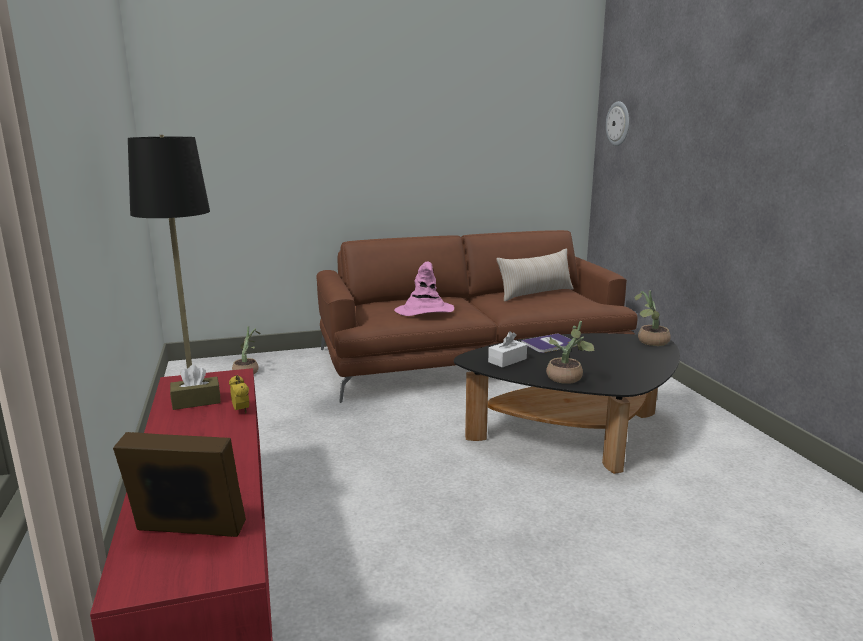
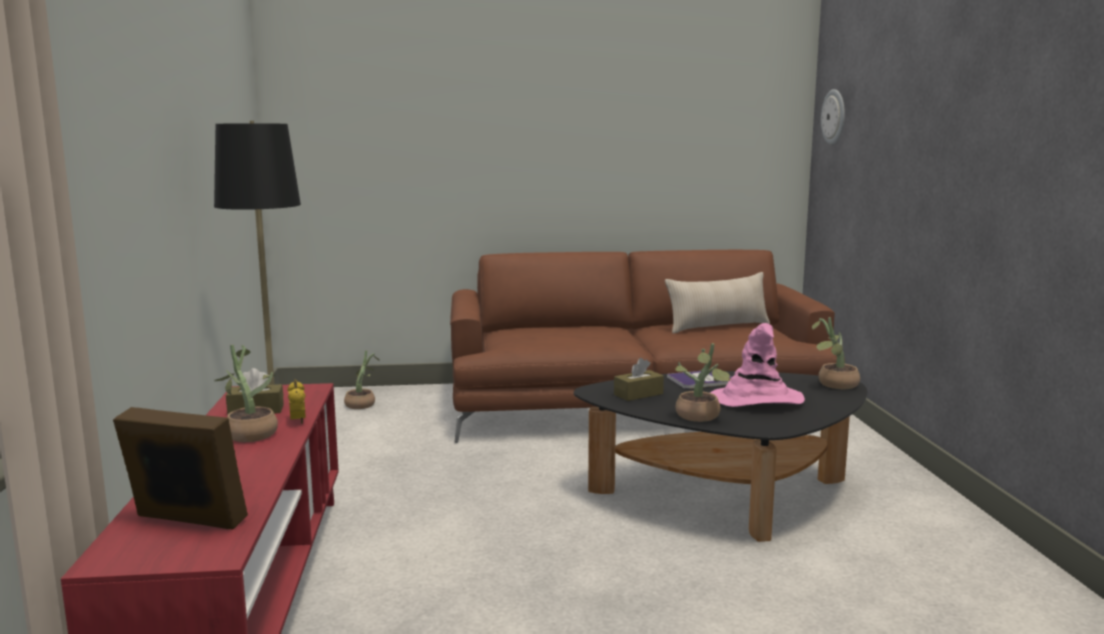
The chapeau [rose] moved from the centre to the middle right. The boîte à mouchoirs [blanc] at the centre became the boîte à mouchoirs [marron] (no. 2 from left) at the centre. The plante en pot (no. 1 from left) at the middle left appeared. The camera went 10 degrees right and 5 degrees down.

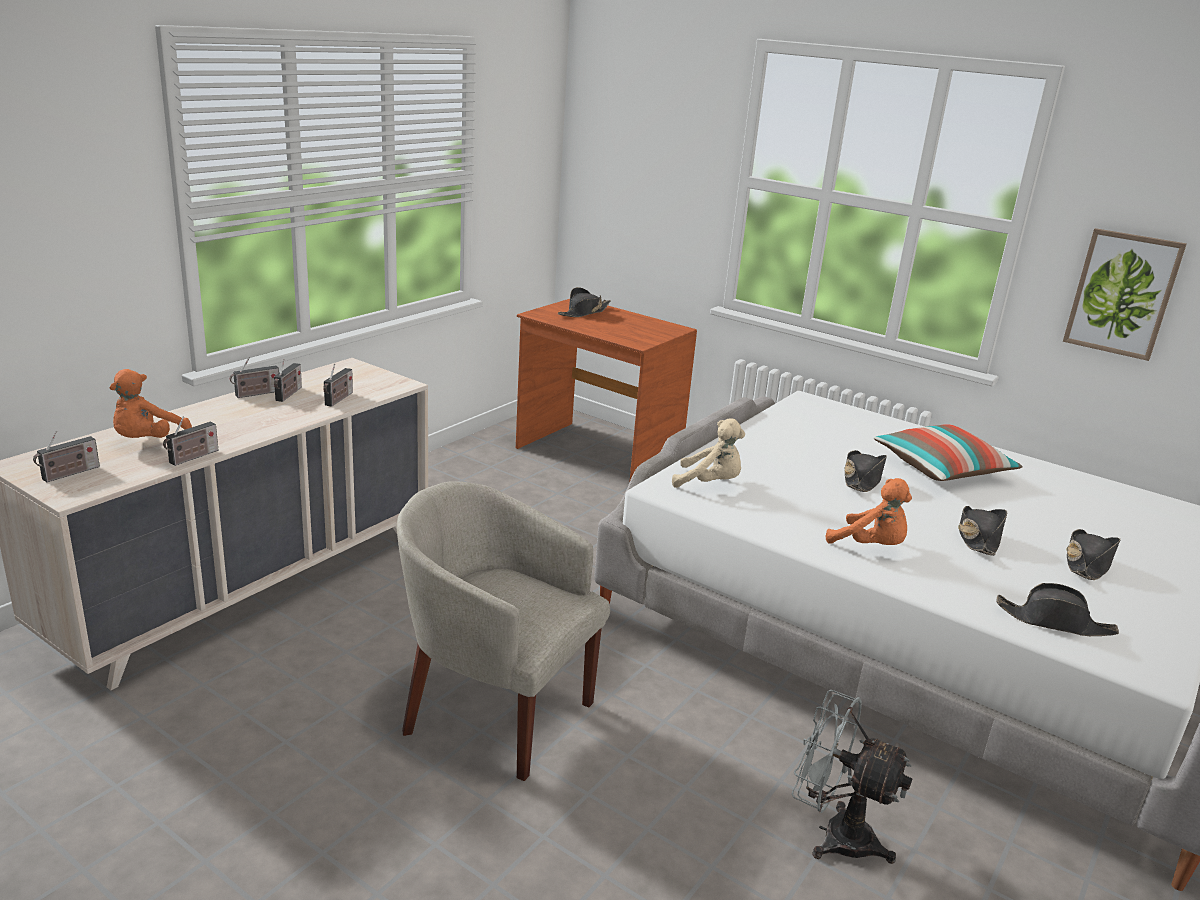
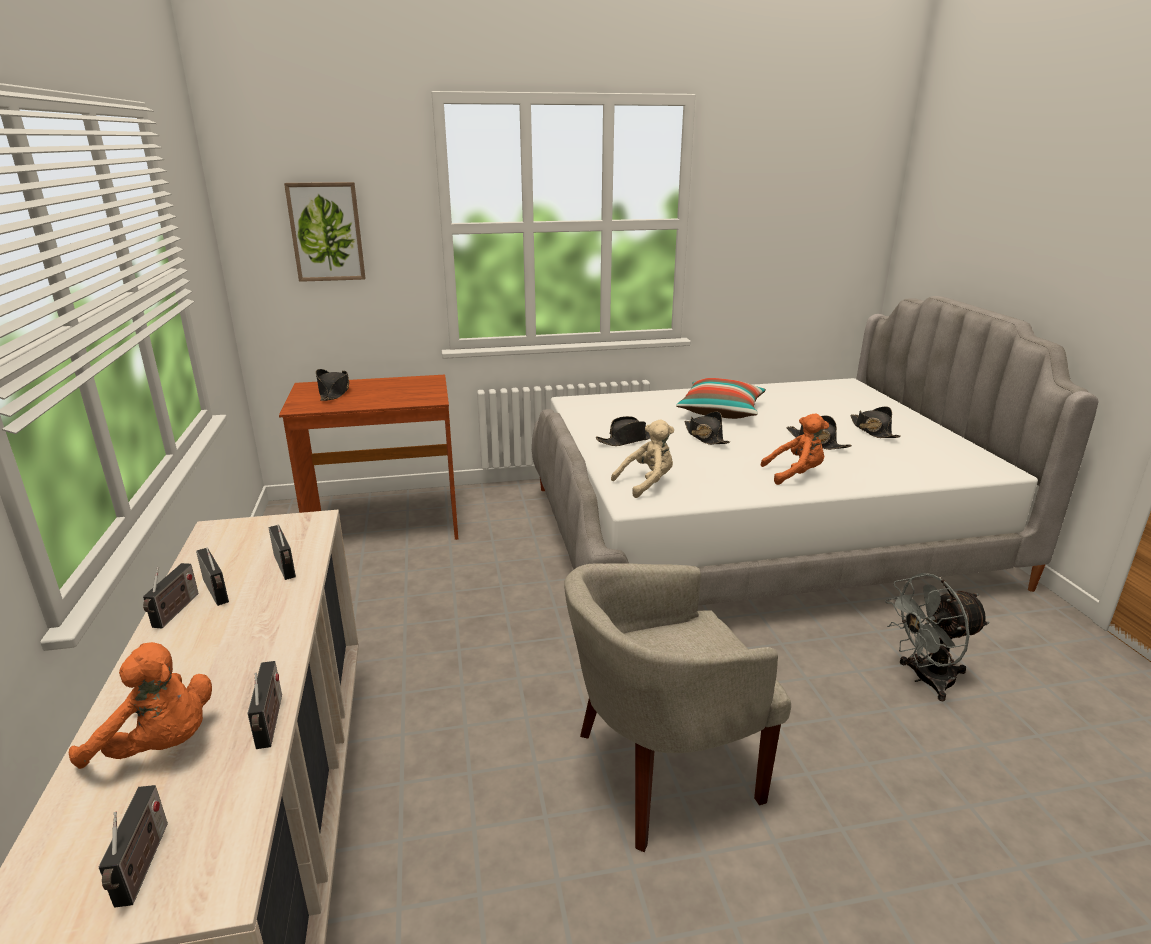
The tableau moved from the top right to the top left. The peluche [orange] (no. 1 from left) at the middle left turned 45 degrees counterclockwise. The chapeau [noir] (no. 4 from left in the first image) moved from the bottom right to the centre. The camera went 45 degrees left and 0 degrees up.

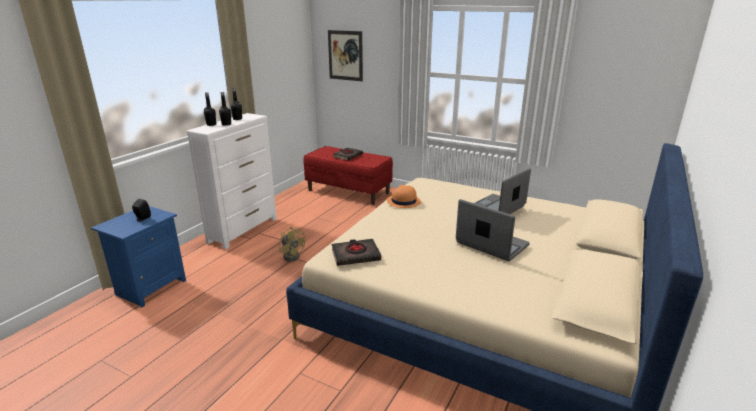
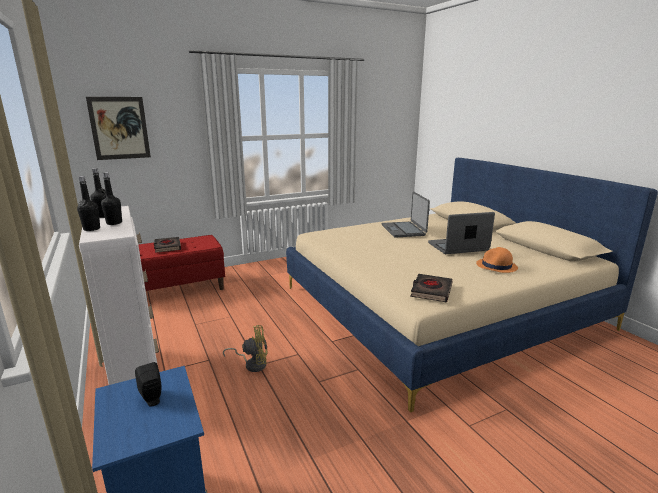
The chapeau [orange] moved from the centre to the middle right. The camera went 55 degrees left and 5 degrees down.

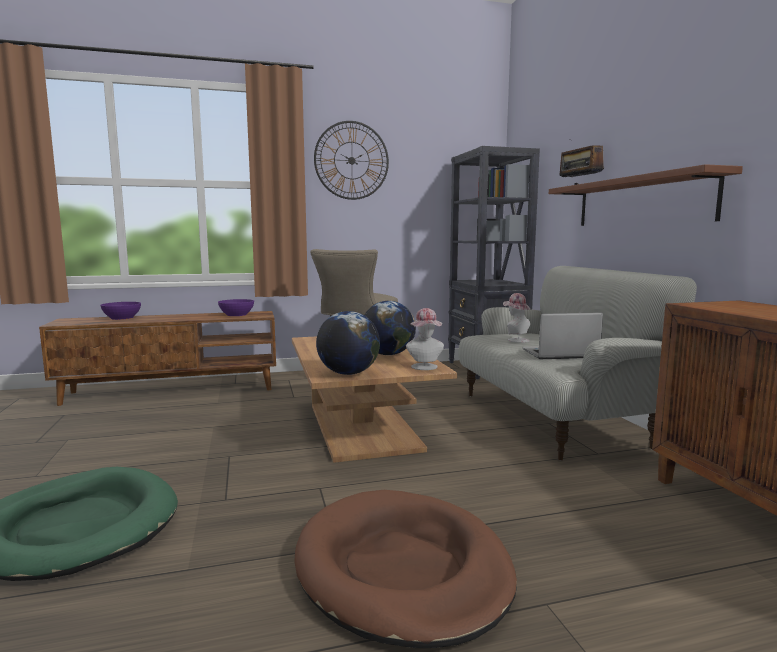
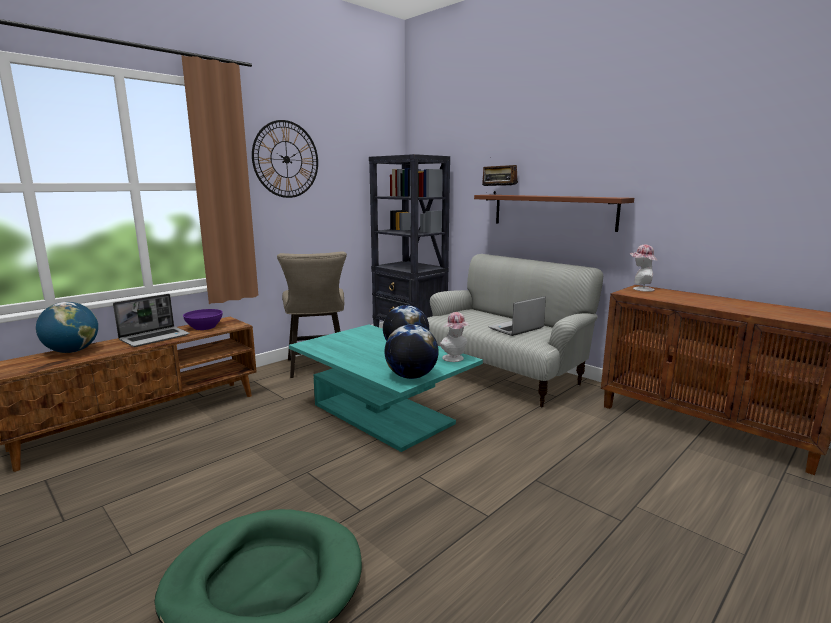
The chapeau (no. 2 from left) moved from the centre to the middle right. The bol [violet] (no. 1 from left) at the middle left was replaced by the globe (no. 1 from left) at the middle left. The table basse [marron] at the centre became the table basse [turquoise] at the centre. The panier pour chien [marron] at the bottom centre disappeared. The ordinateur portable (no. 1 from left) at the middle left appeared. The camera went 30 degrees left and 5 degrees up.

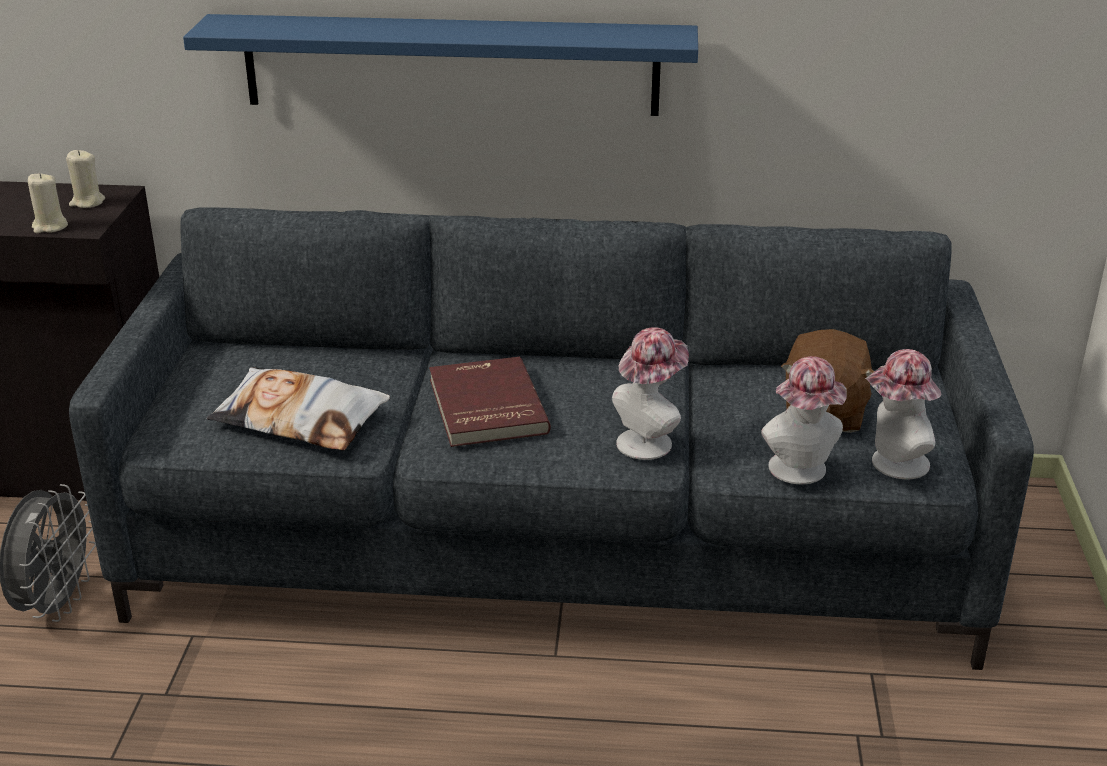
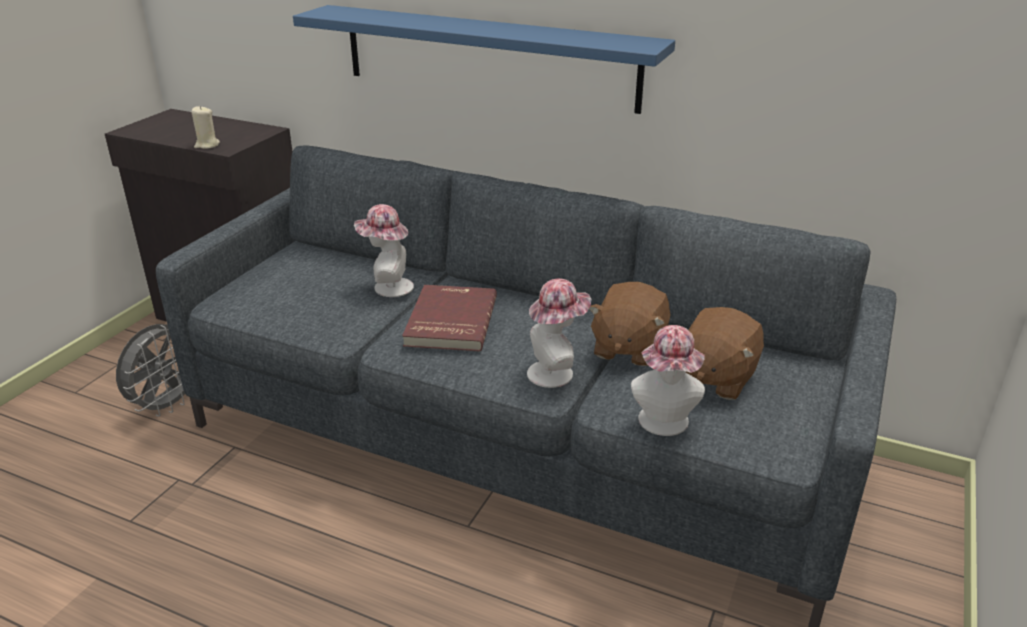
The bougie [beige] (no. 2 from left) at the top left disappeared. The chapeau (no. 3 from left in the first image) moved from the middle right to the centre. The coussin at the middle left disappeared. The peluche [marron] (no. 1 from left) at the centre appeared. The camera went 20 degrees right and 0 degrees up.

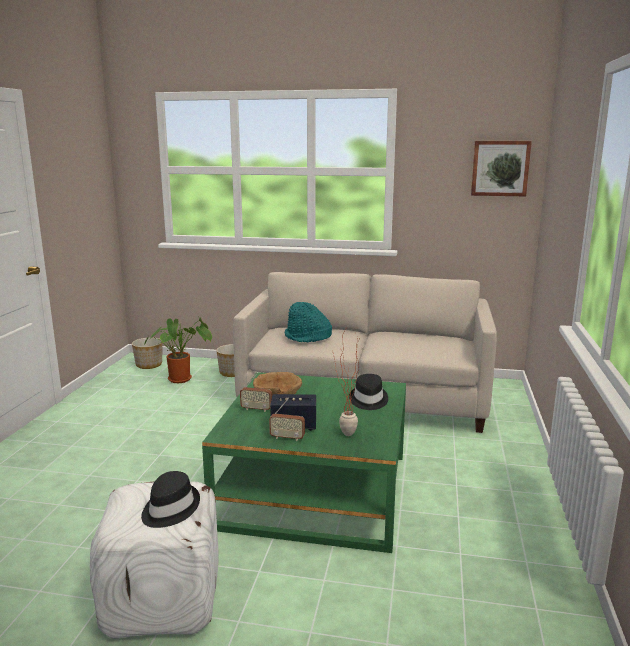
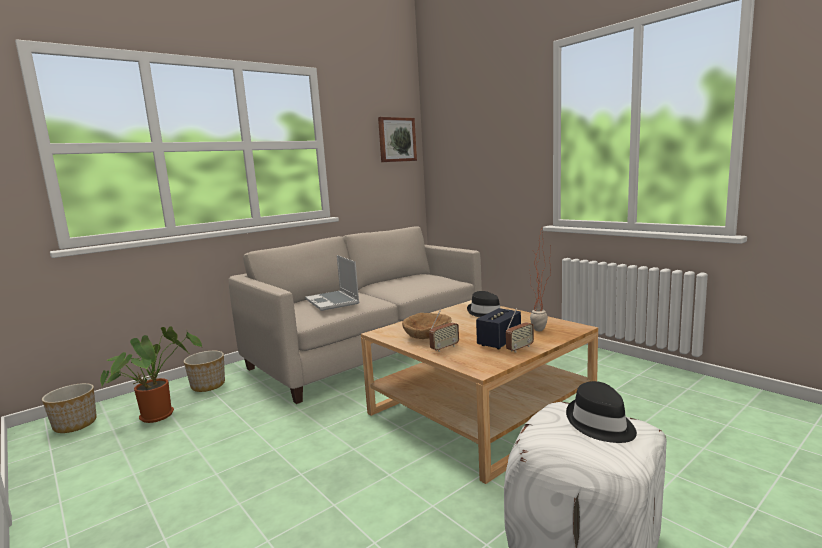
The chapeau [turquoise] at the centre was replaced by the ordinateur portable at the centre. The table basse [vert] at the bottom centre became the table basse [beige] at the bottom centre. The camera went 50 degrees left and 5 degrees down.

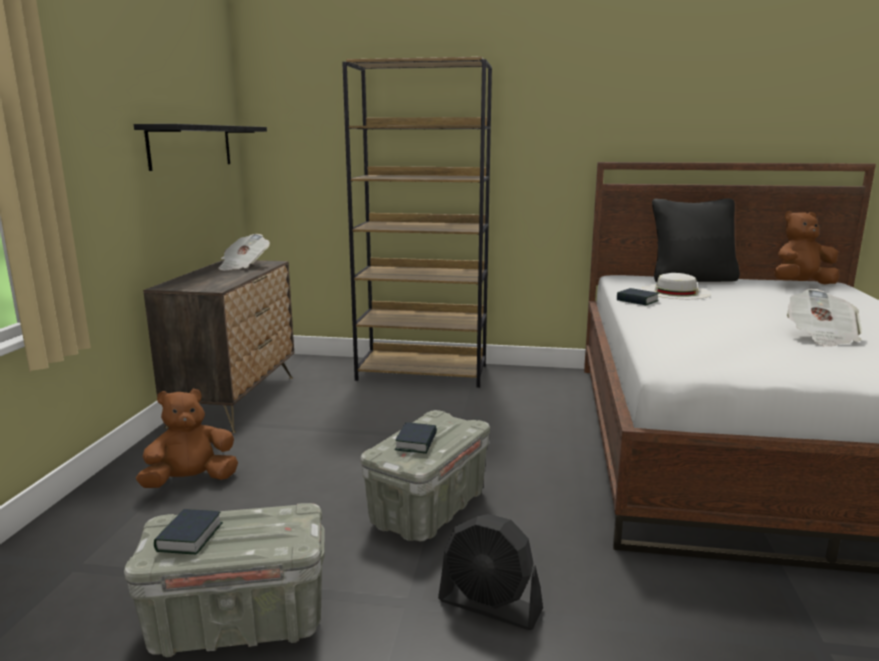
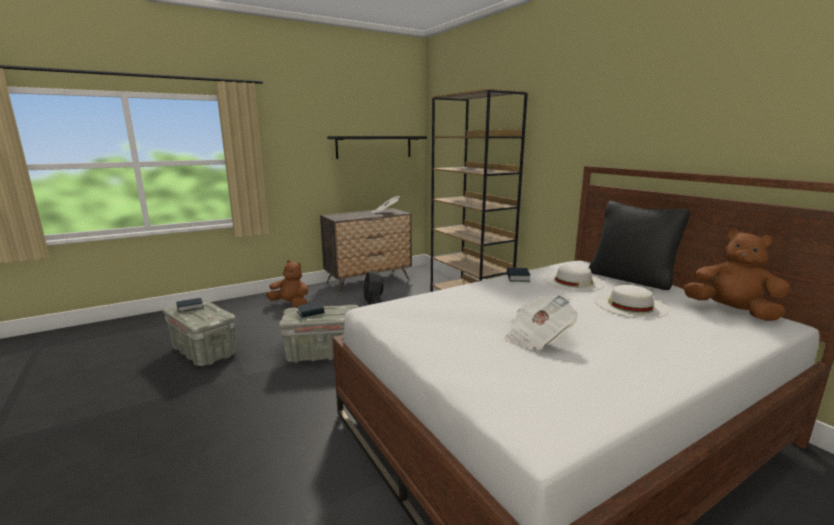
The ventilateur [noir] moved from the bottom centre to the centre. The chapeau [blanc] (no. 2 from left) at the middle right appeared. The camera went 50 degrees right and 0 degrees up.

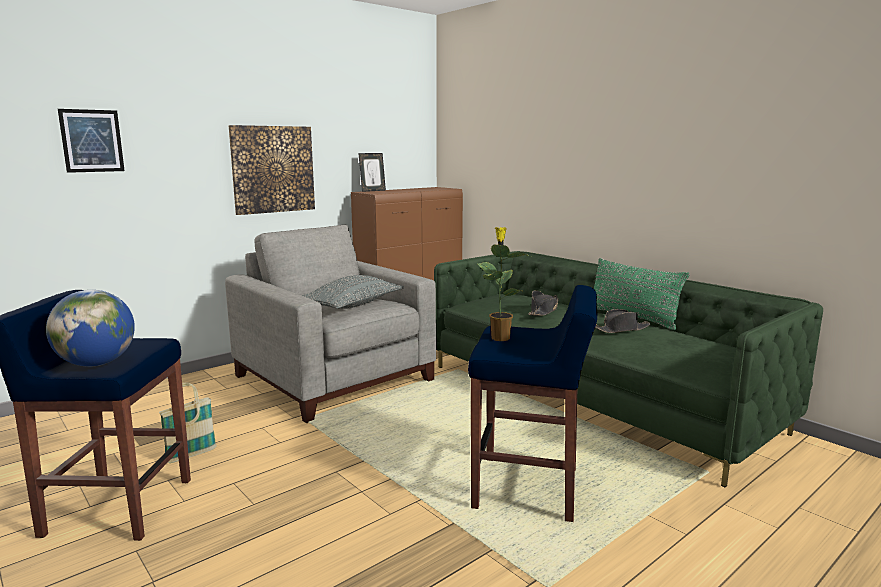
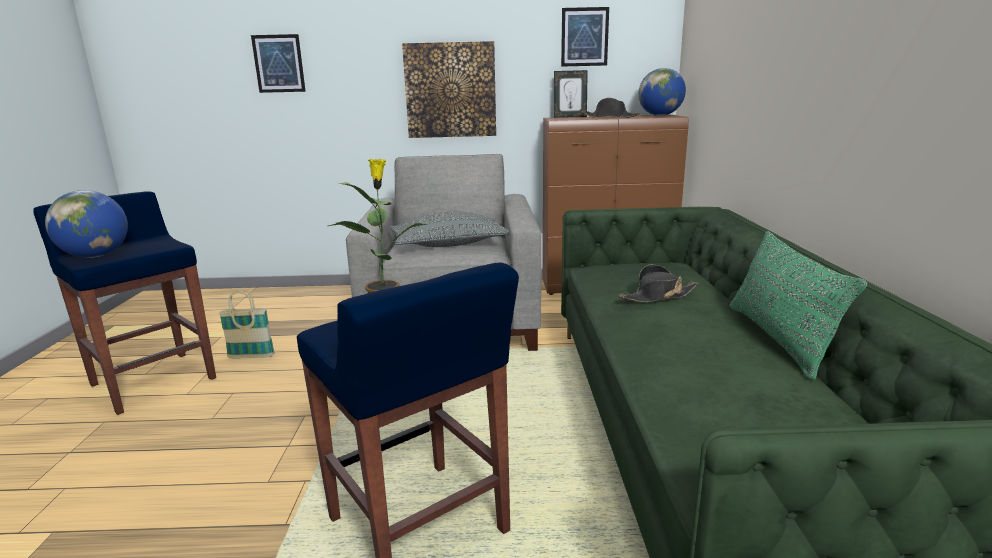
The chapeau [noir] (no. 2 from left in the first image) moved from the middle right to the top centre. The tableau (no. 3 from left) at the top centre appeared. The globe (no. 2 from left) at the top right appeared. The camera went 40 degrees right and 5 degrees up.

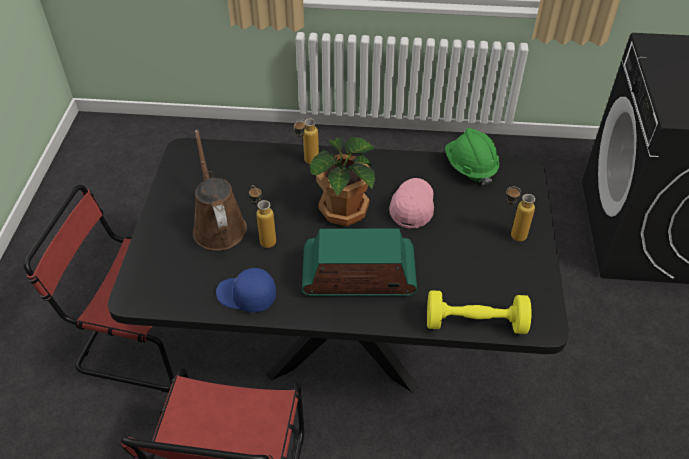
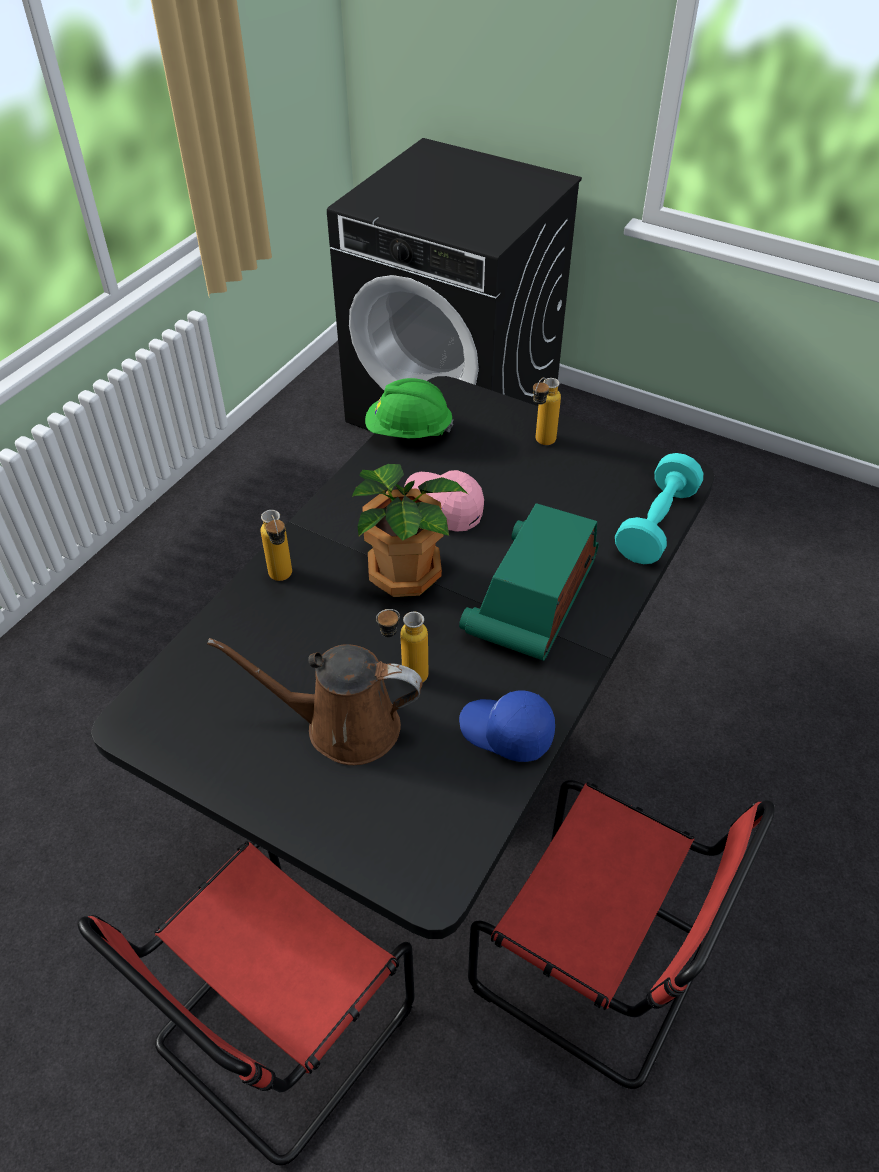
The casquette [bleu] at the centre turned 75 degrees clockwise. The haltère [jaune] at the bottom right became the haltère [turquoise] at the middle right. The camera went 65 degrees left and 0 degrees up.

